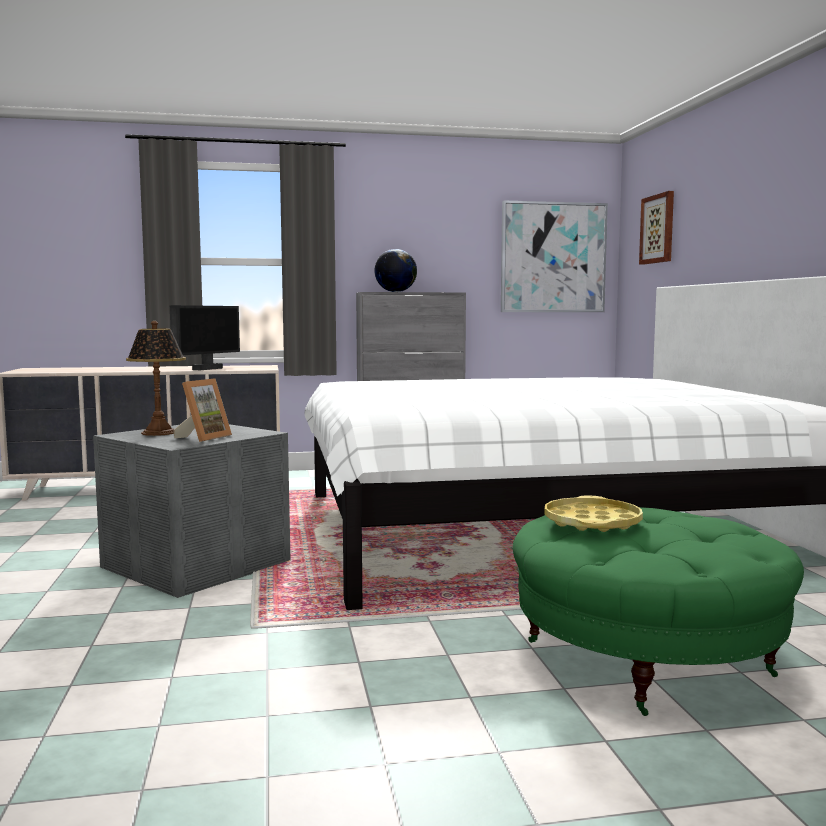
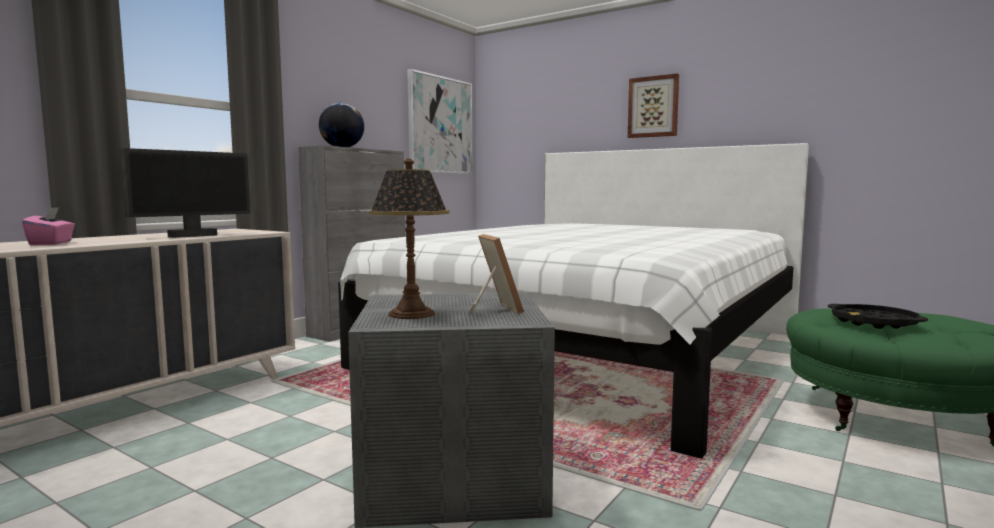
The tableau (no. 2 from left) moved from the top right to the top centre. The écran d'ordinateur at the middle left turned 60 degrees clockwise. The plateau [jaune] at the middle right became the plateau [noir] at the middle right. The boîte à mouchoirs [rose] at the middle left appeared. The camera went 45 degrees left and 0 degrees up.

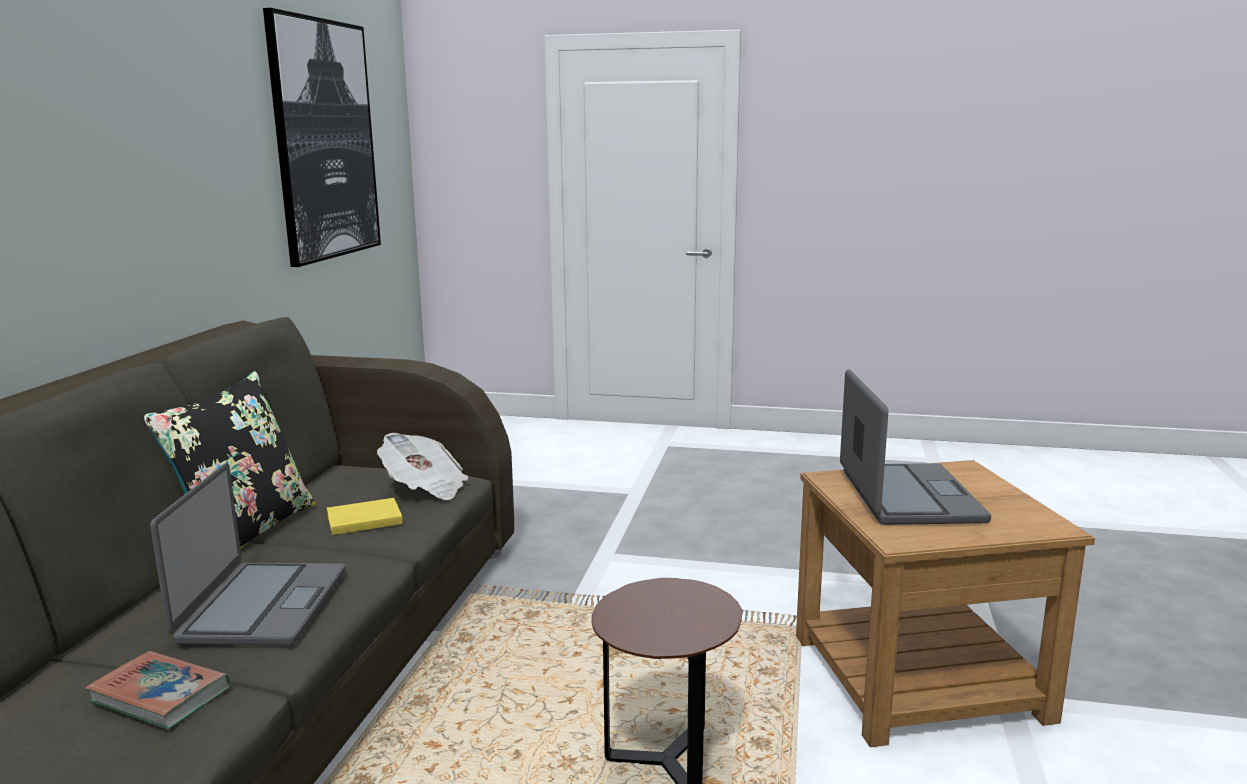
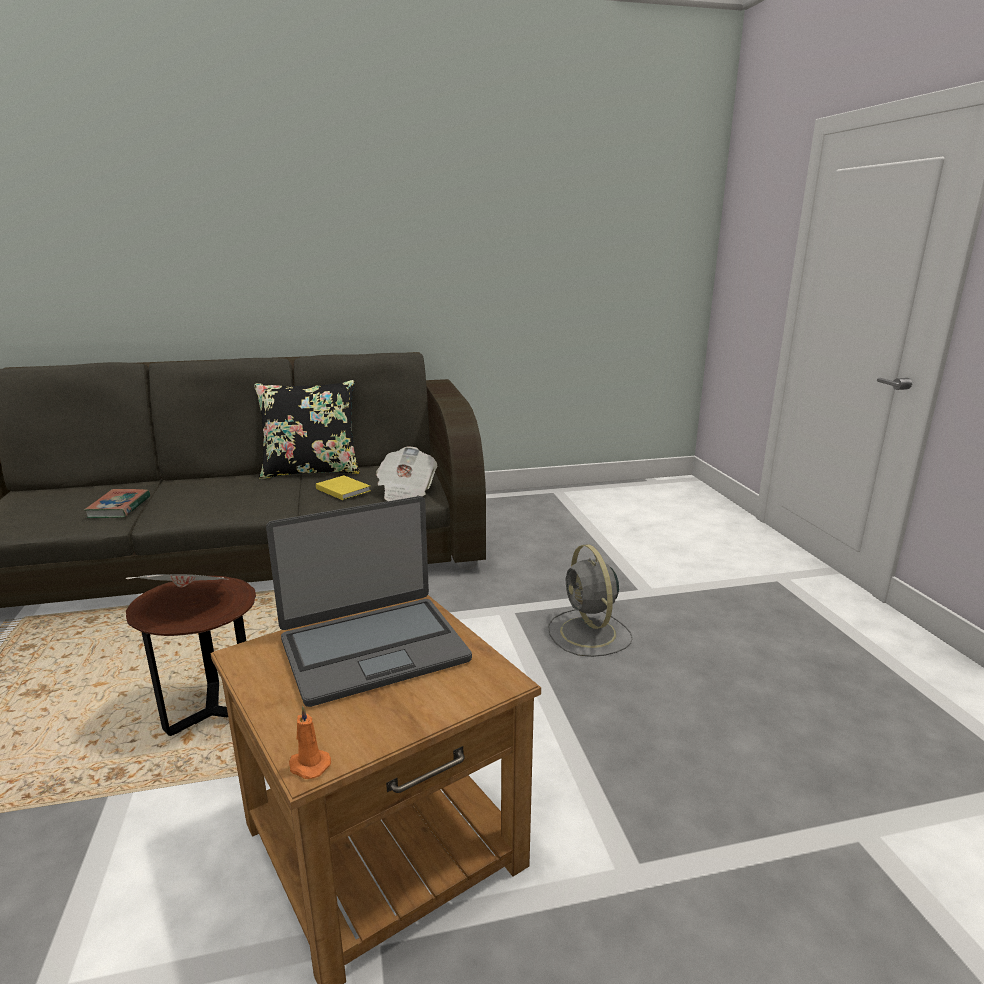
The tableau at the top left disappeared. The ordinateur portable (no. 1 from left) at the bottom left disappeared. The ventilateur [gris] at the centre appeared. The journal (no. 1 from left) at the middle left appeared. The bougie [orange] at the bottom left appeared. The camera went 65 degrees right and 5 degrees up.

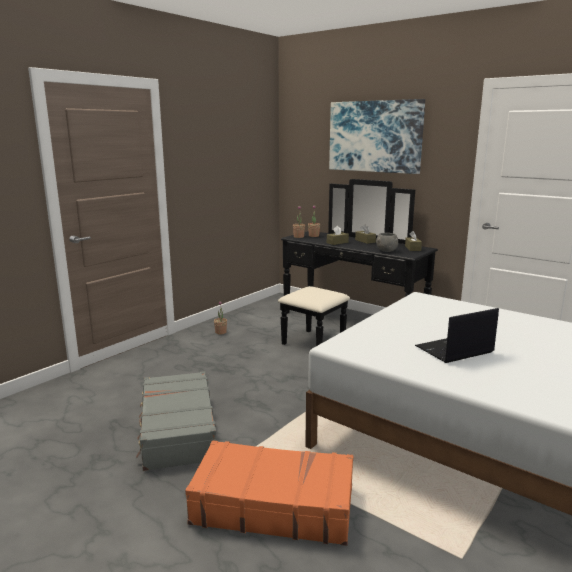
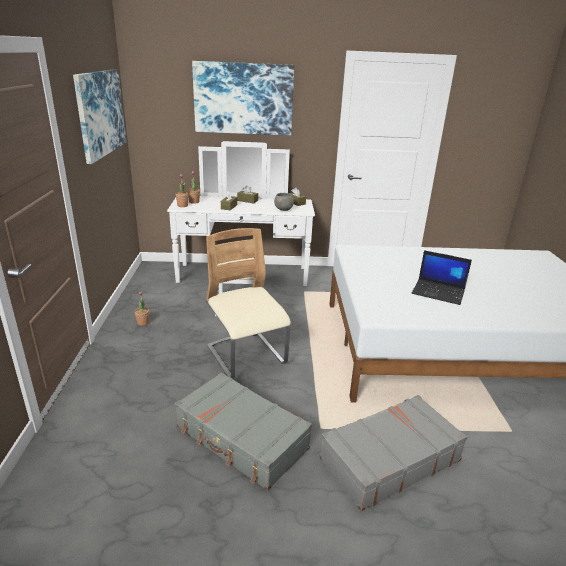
The commode [noir] at the centre became the commode [blanc] at the centre. The ordinateur portable at the middle right turned 90 degrees counterclockwise. The valise [orange] at the bottom centre became the valise [gris] (no. 2 from left) at the bottom right. The tableau (no. 1 from left) at the top left appeared. The chaise [beige] at the centre appeared. The camera went 40 degrees left and 10 degrees up.

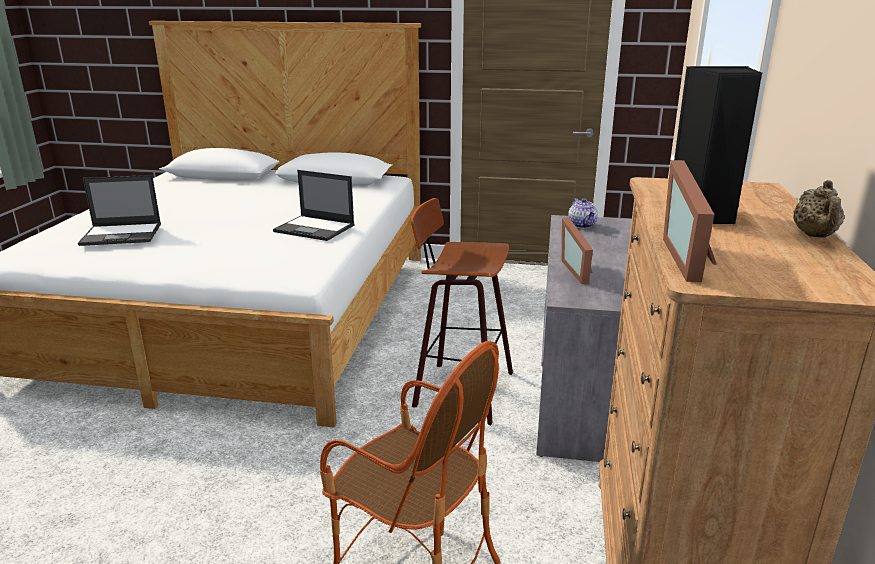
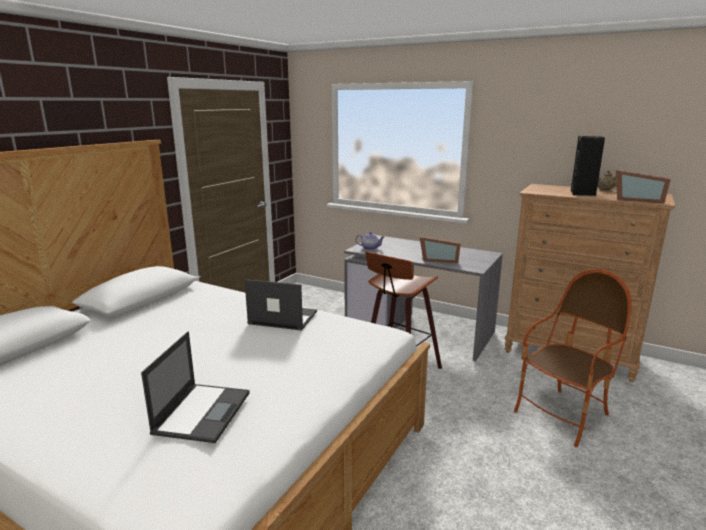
The ordinateur portable (no. 2 from left) at the centre turned 120 degrees counterclockwise. The camera went 70 degrees left and 5 degrees down.

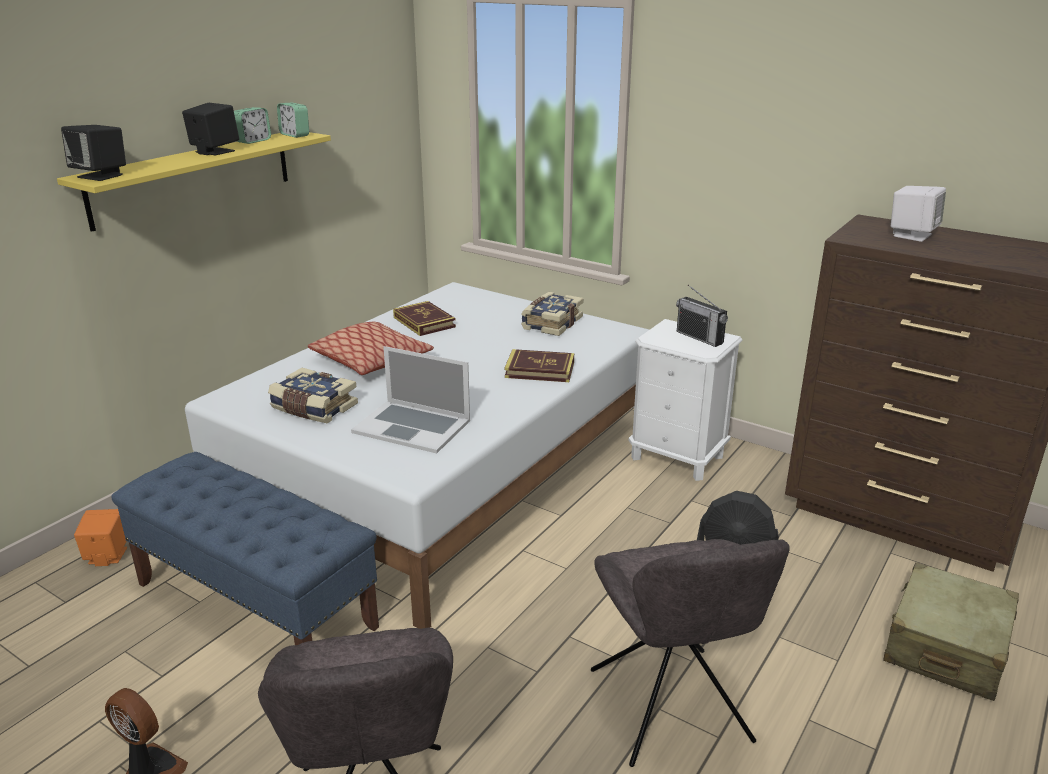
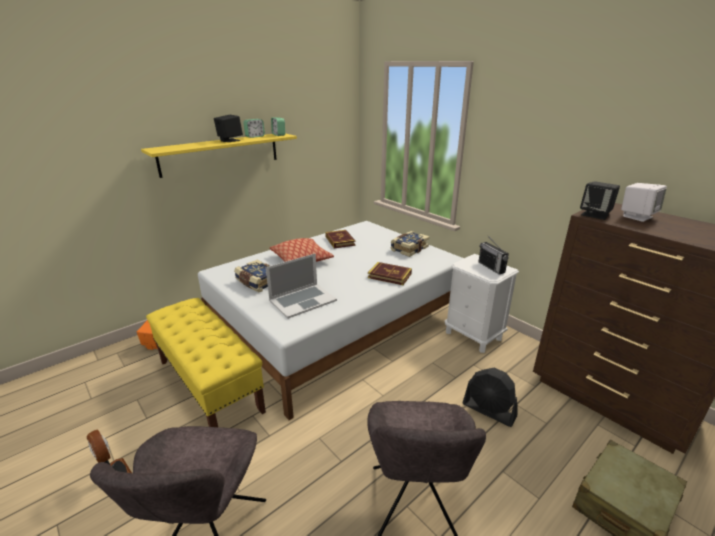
The enceinte [noir] (no. 1 from left in the first image) moved from the top left to the middle right. The ordinateur portable at the centre turned 75 degrees counterclockwise. The banc [bleu] at the bottom left became the banc [jaune] at the bottom left. The camera went 15 degrees right and 0 degrees up.

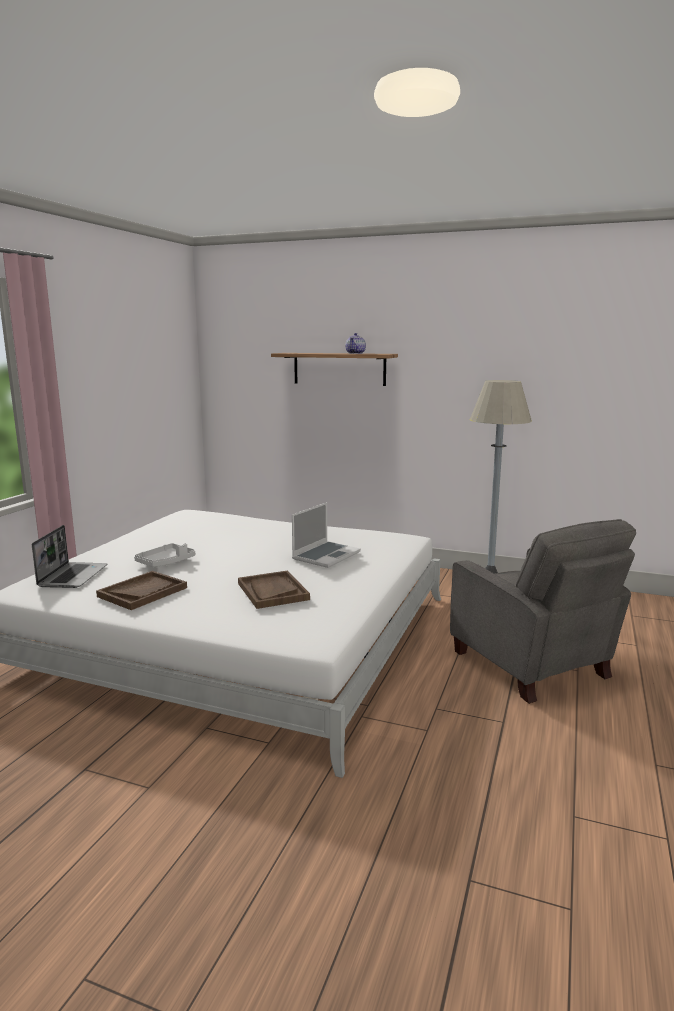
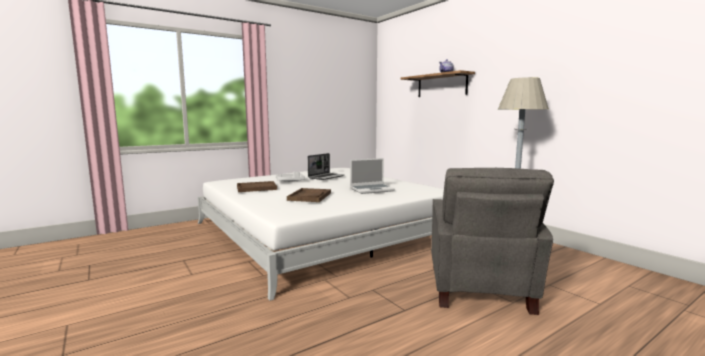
The ordinateur portable (no. 1 from left) moved from the middle left to the centre. The camera went 35 degrees right and 5 degrees down.

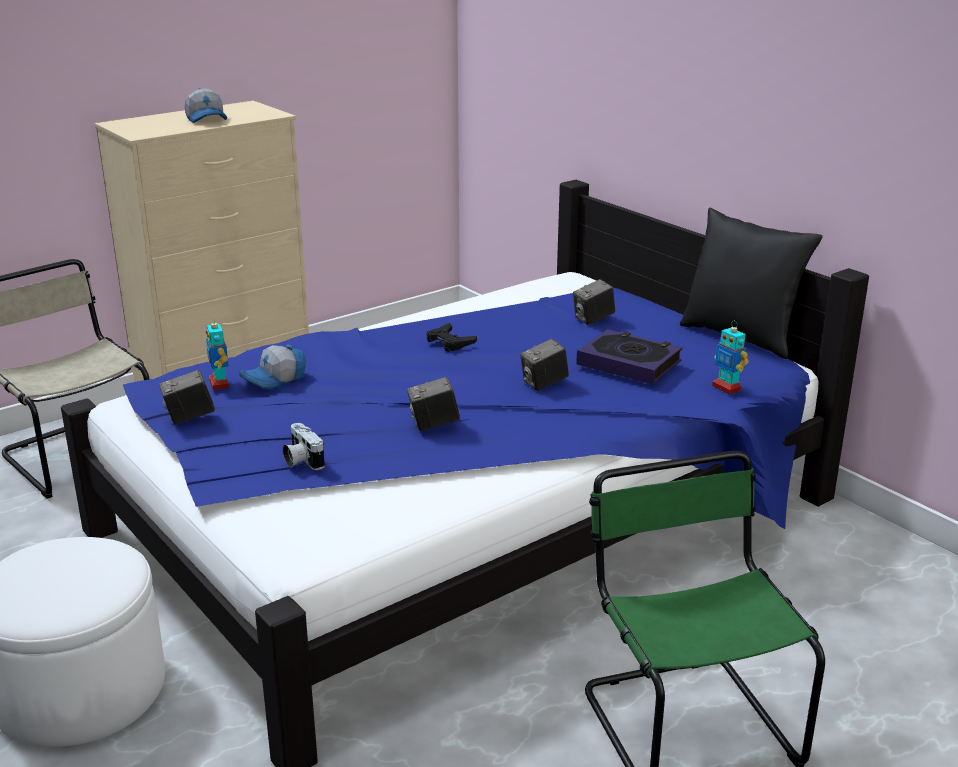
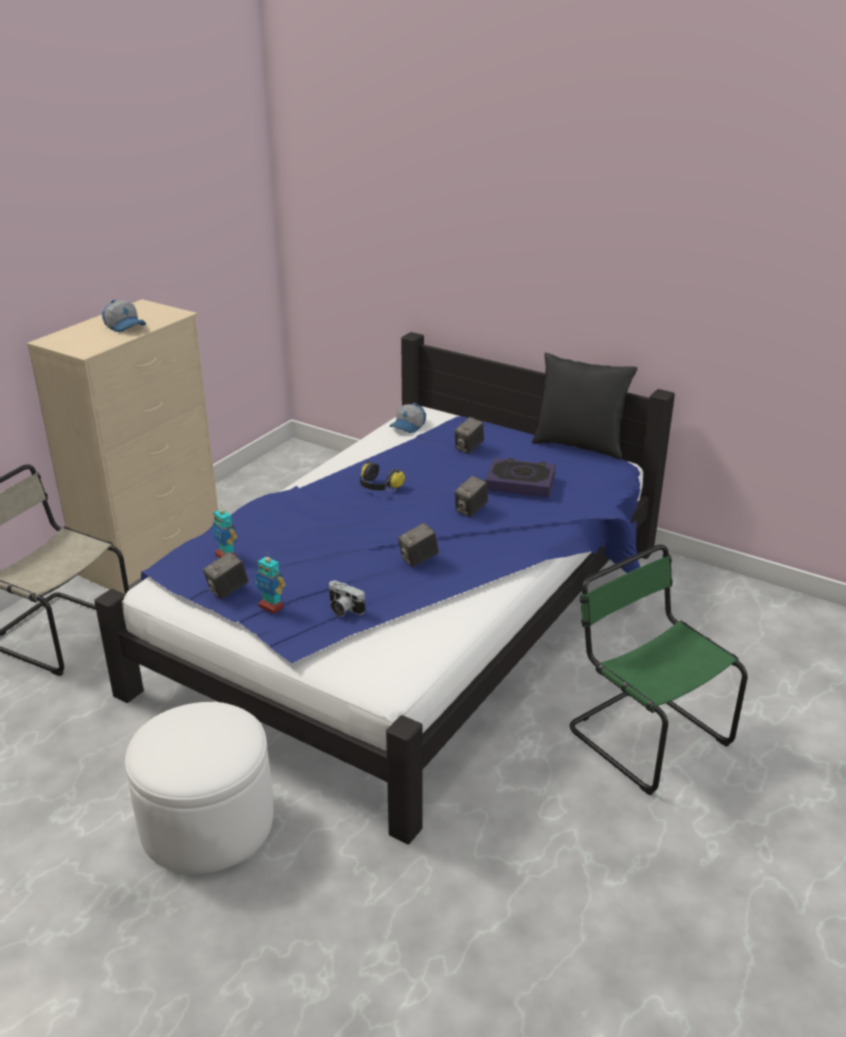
The robot jouet (no. 2 from left) moved from the middle right to the middle left. The manette [noir] at the centre was replaced by the casque audio at the centre. The casquette (no. 2 from left) moved from the middle left to the centre. The camera went 20 degrees left and 5 degrees up.

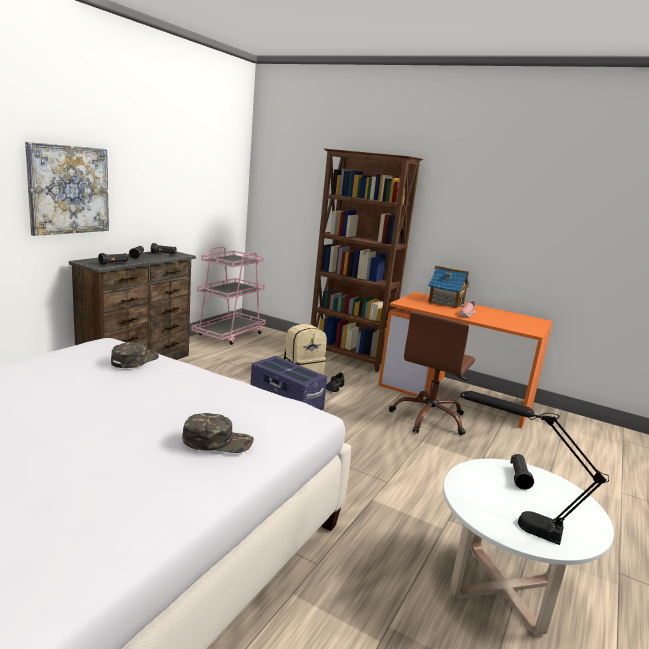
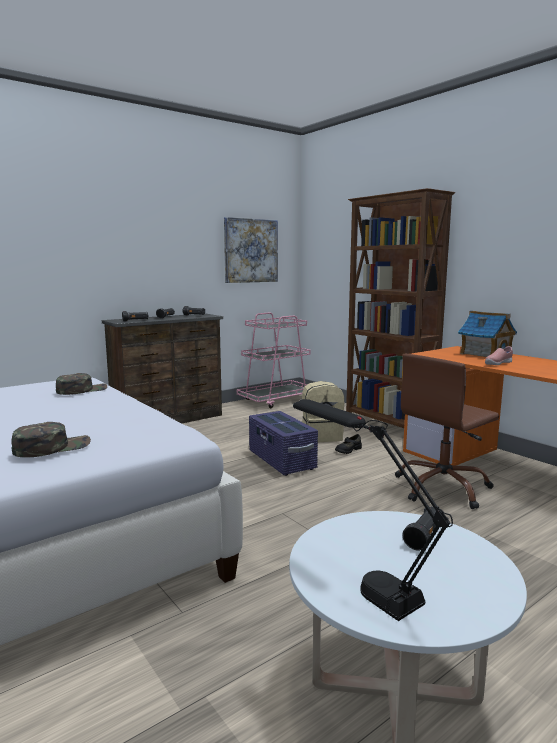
The tableau moved from the top left to the centre. The casquette [vert] (no. 2 from left in the first image) at the bottom centre turned 60 degrees counterclockwise. The camera went 25 degrees right and 5 degrees down.

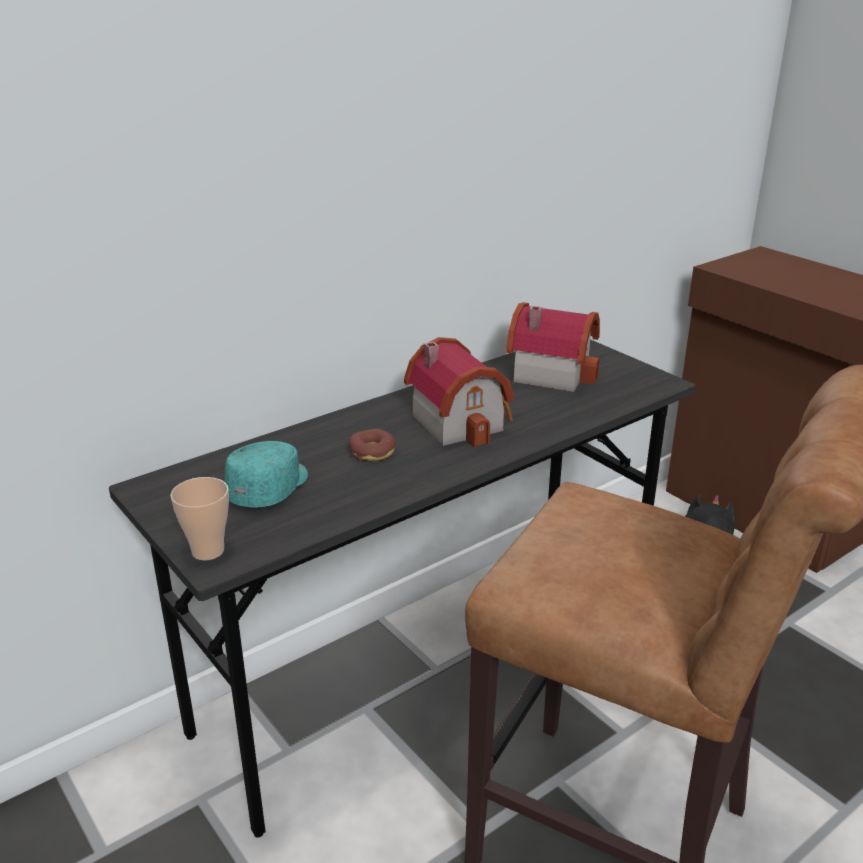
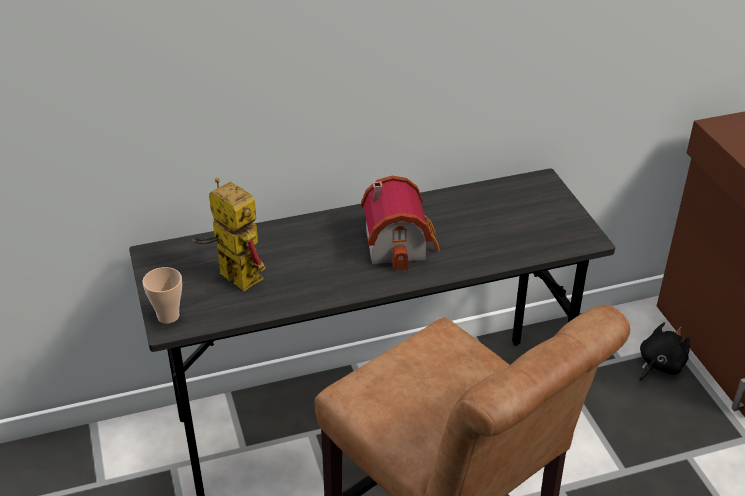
The maison miniature (no. 2 from left) at the centre disappeared. The beignet at the centre disappeared. The casquette [turquoise] at the middle left was replaced by the robot jouet at the middle left. The camera went 20 degrees right and 10 degrees up.

